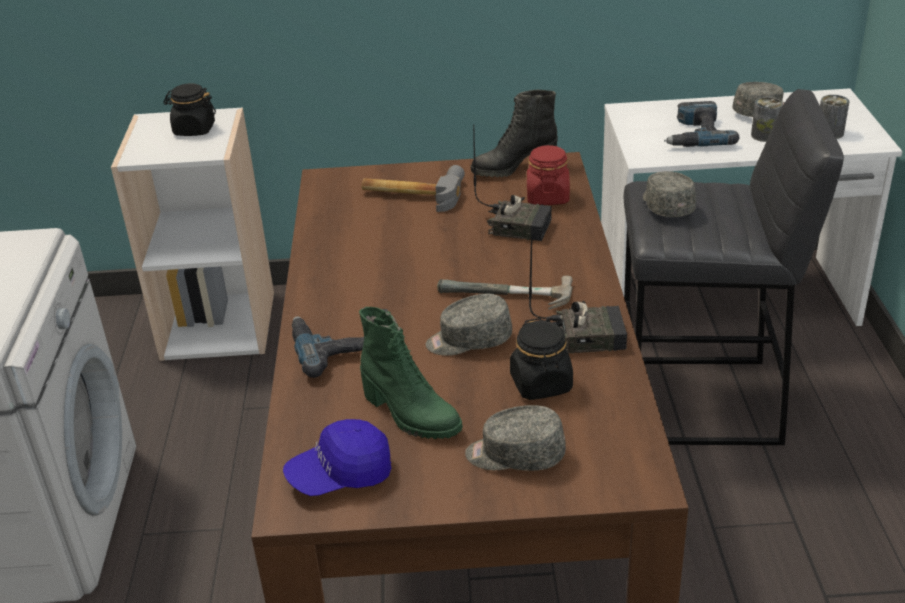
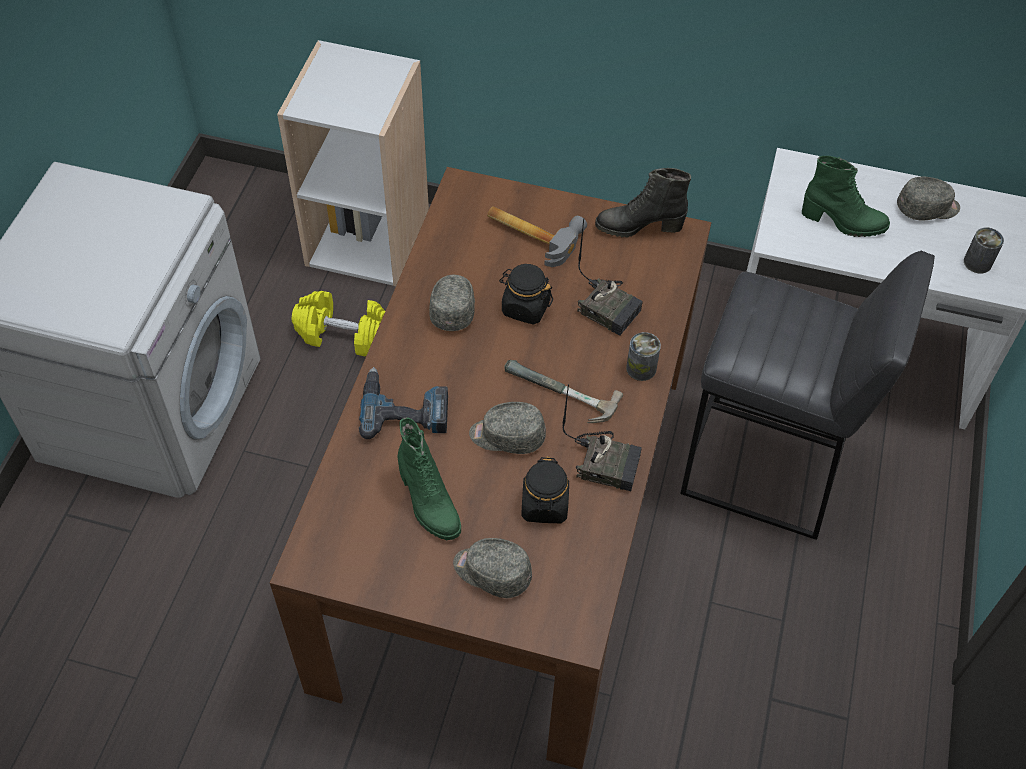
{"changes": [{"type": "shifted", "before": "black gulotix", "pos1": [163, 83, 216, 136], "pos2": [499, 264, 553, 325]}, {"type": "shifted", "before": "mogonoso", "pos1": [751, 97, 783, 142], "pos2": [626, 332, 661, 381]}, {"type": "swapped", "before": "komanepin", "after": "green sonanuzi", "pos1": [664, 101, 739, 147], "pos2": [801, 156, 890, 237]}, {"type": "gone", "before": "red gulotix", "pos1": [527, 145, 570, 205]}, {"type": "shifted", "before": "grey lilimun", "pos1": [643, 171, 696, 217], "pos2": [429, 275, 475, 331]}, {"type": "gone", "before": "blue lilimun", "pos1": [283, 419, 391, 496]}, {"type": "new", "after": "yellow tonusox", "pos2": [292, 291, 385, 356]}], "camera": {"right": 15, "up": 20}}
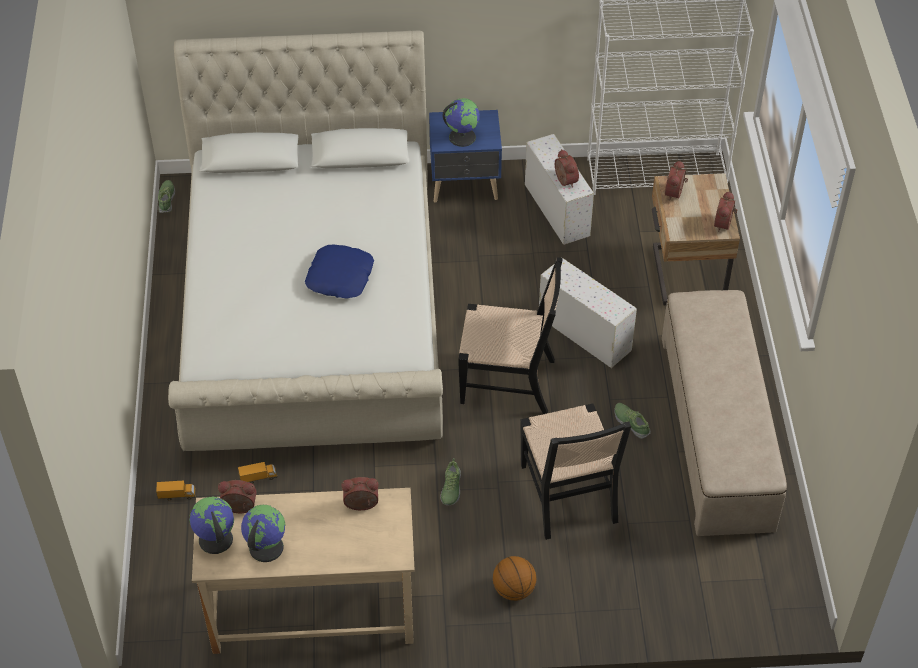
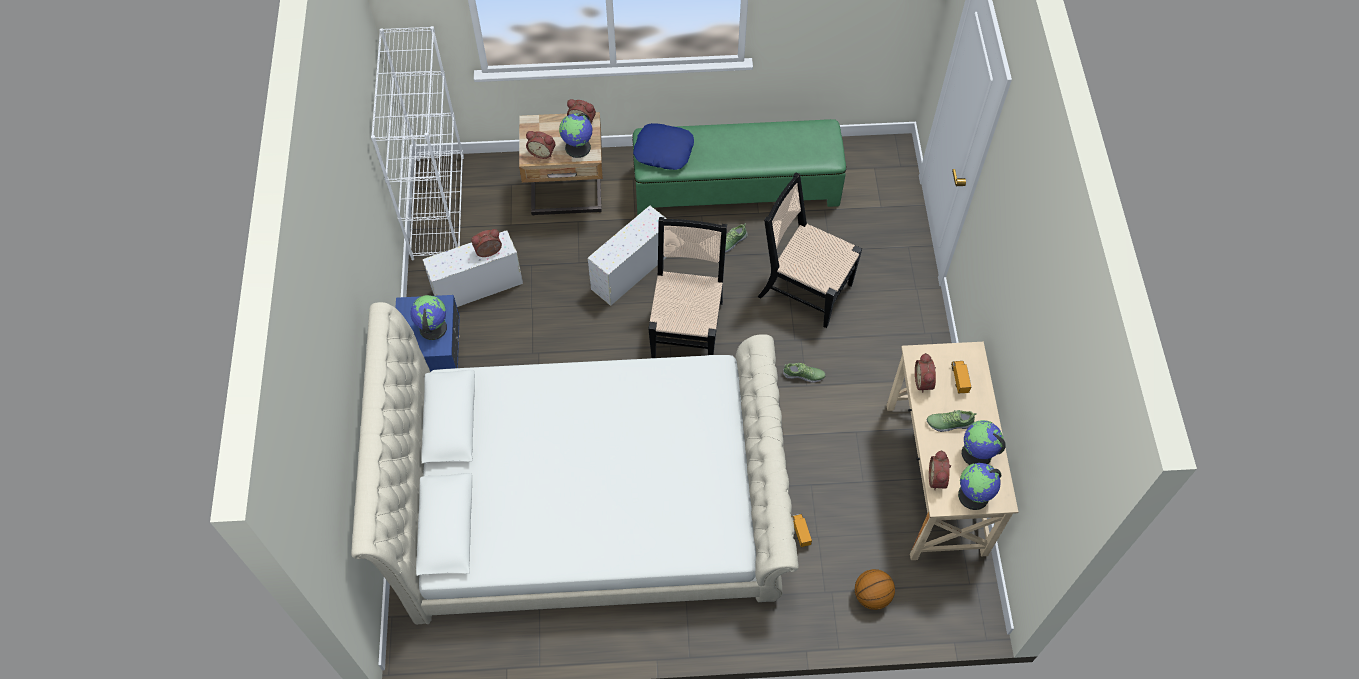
{"changes": [{"type": "shifted", "before": "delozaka", "pos1": [158, 180, 175, 213], "pos2": [927, 410, 977, 432]}, {"type": "shifted", "before": "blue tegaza", "pos1": [305, 245, 374, 299], "pos2": [633, 123, 694, 170]}, {"type": "repainted", "before": "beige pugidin", "after": "green pugidin", "pos1": [662, 290, 787, 536], "pos2": [632, 119, 846, 215]}, {"type": "rotated", "before": "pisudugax", "pos1": [520, 404, 631, 540], "pos2": [758, 172, 862, 328], "turn": -135}, {"type": "shifted", "before": "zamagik", "pos1": [156, 480, 196, 501], "pos2": [951, 361, 971, 394]}, {"type": "shifted", "before": "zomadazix", "pos1": [493, 556, 537, 601], "pos2": [855, 569, 895, 610]}, {"type": "new", "after": "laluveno", "pos2": [559, 113, 592, 158]}], "camera": {"right": -90, "up": 10}}
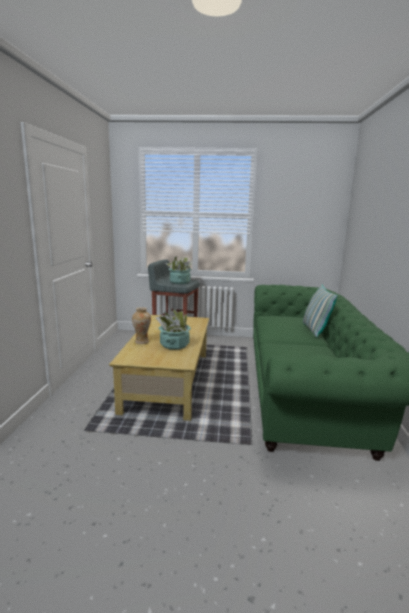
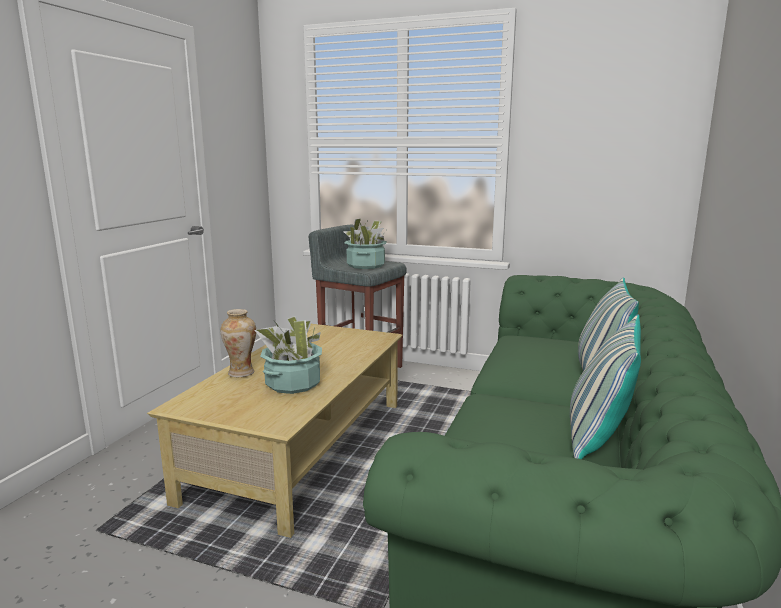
{"changes": [{"type": "new", "after": "tegaza", "pos2": [570, 314, 641, 459]}], "camera": {"right": 15, "up": 0}}
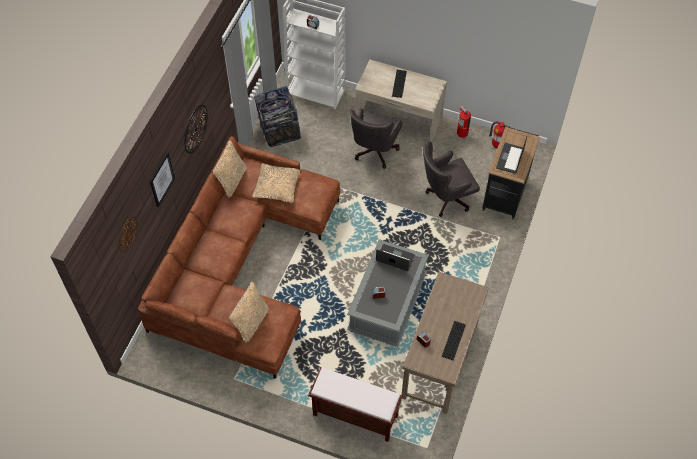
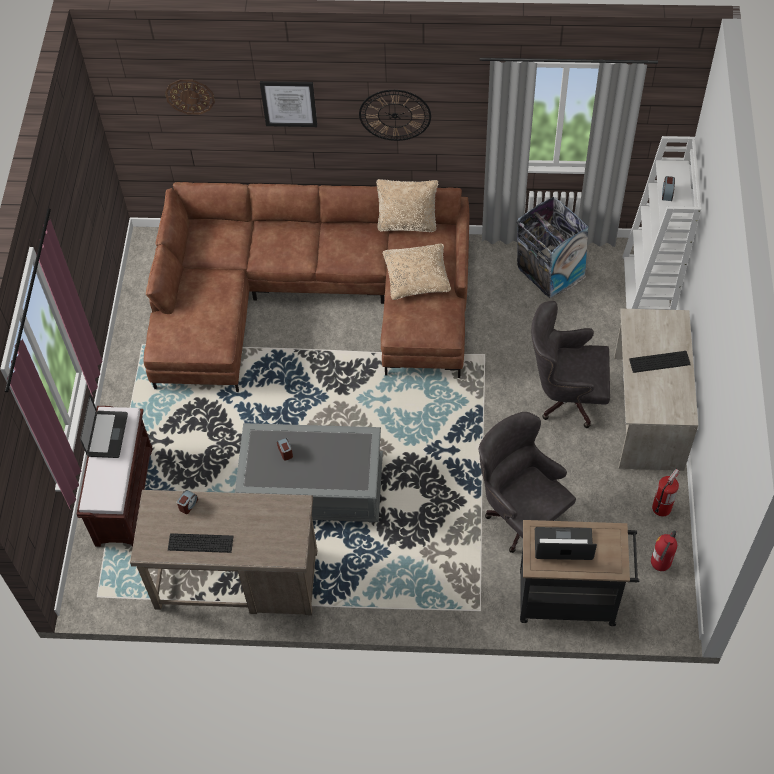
{"changes": [{"type": "shifted", "before": "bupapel", "pos1": [376, 244, 415, 271], "pos2": [80, 394, 128, 458]}, {"type": "gone", "before": "beige tegaza", "pos1": [229, 282, 269, 342]}], "camera": {"right": 75, "up": 0}}
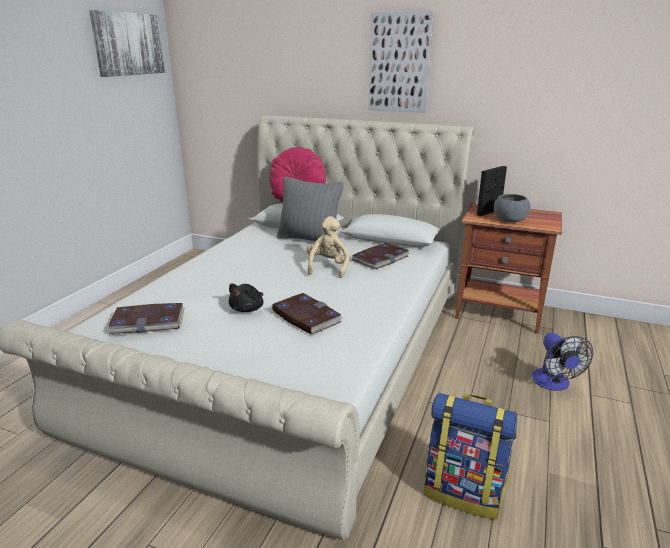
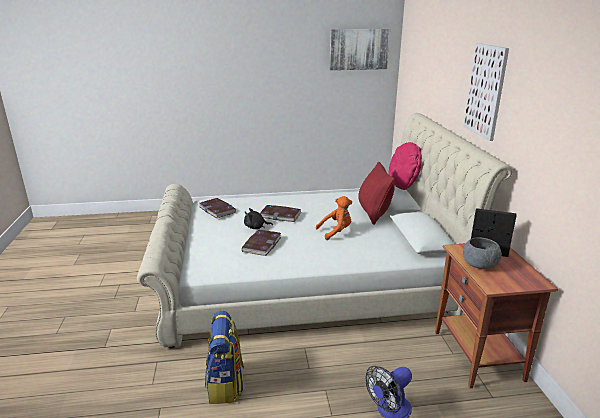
{"changes": [{"type": "repainted", "before": "grey tegaza", "after": "red tegaza", "pos1": [277, 177, 344, 241], "pos2": [358, 162, 395, 225]}, {"type": "repainted", "before": "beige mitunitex", "after": "orange mitunitex", "pos1": [307, 216, 350, 278], "pos2": [316, 196, 352, 240]}, {"type": "shifted", "before": "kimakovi", "pos1": [352, 243, 409, 269], "pos2": [260, 205, 301, 222]}], "camera": {"right": 60, "up": 0}}
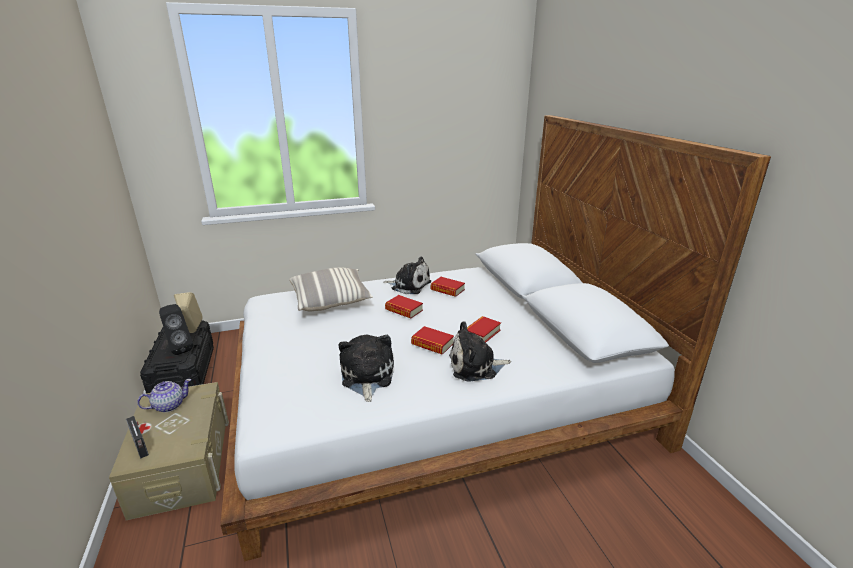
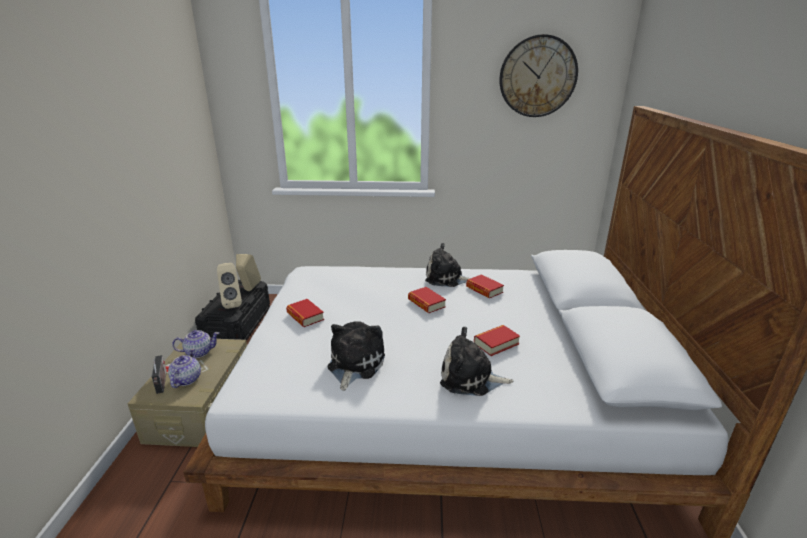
{"changes": [{"type": "rotated", "before": "mitunitex", "pos1": [383, 256, 431, 294], "pos2": [425, 243, 471, 287], "turn": 150}, {"type": "gone", "before": "tegaza", "pos1": [289, 267, 373, 311]}, {"type": "repainted", "before": "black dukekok", "after": "beige dukekok", "pos1": [159, 304, 193, 355], "pos2": [217, 263, 242, 309]}, {"type": "shifted", "before": "kimakovi", "pos1": [411, 326, 454, 355], "pos2": [286, 299, 324, 327]}, {"type": "new", "after": "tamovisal", "pos2": [499, 34, 578, 117]}, {"type": "new", "after": "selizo", "pos2": [168, 348, 201, 388]}], "camera": {"right": 20, "up": 0}}
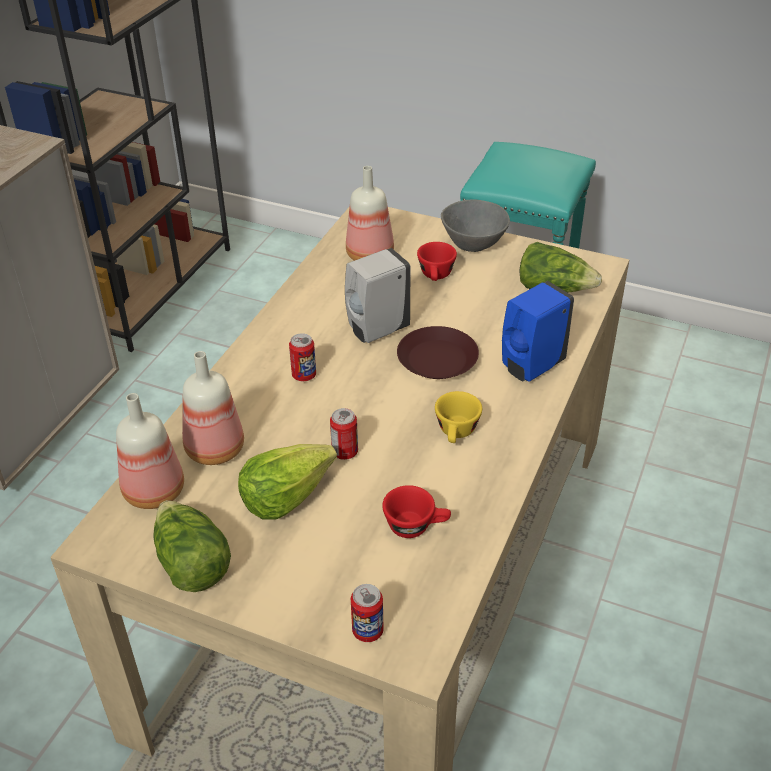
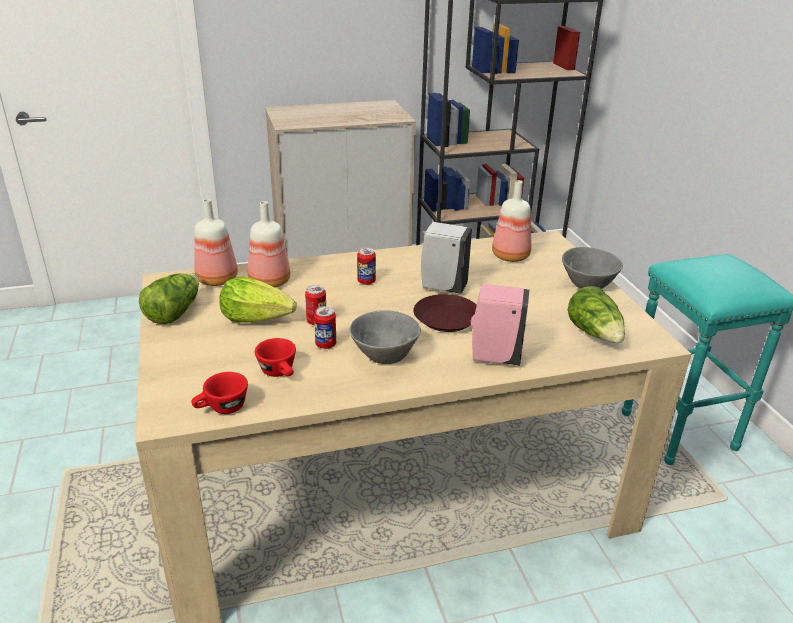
{"changes": [{"type": "shifted", "before": "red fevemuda", "pos1": [417, 242, 457, 281], "pos2": [191, 372, 248, 414]}, {"type": "repainted", "before": "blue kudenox", "after": "pink kudenox", "pos1": [502, 281, 574, 382], "pos2": [470, 284, 529, 365]}, {"type": "swapped", "before": "yellow fevemuda", "after": "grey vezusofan", "pos1": [435, 391, 482, 443], "pos2": [350, 310, 421, 364]}, {"type": "shifted", "before": "mogonoso", "pos1": [351, 584, 384, 642], "pos2": [314, 306, 336, 349]}], "camera": {"right": 50, "up": -10}}
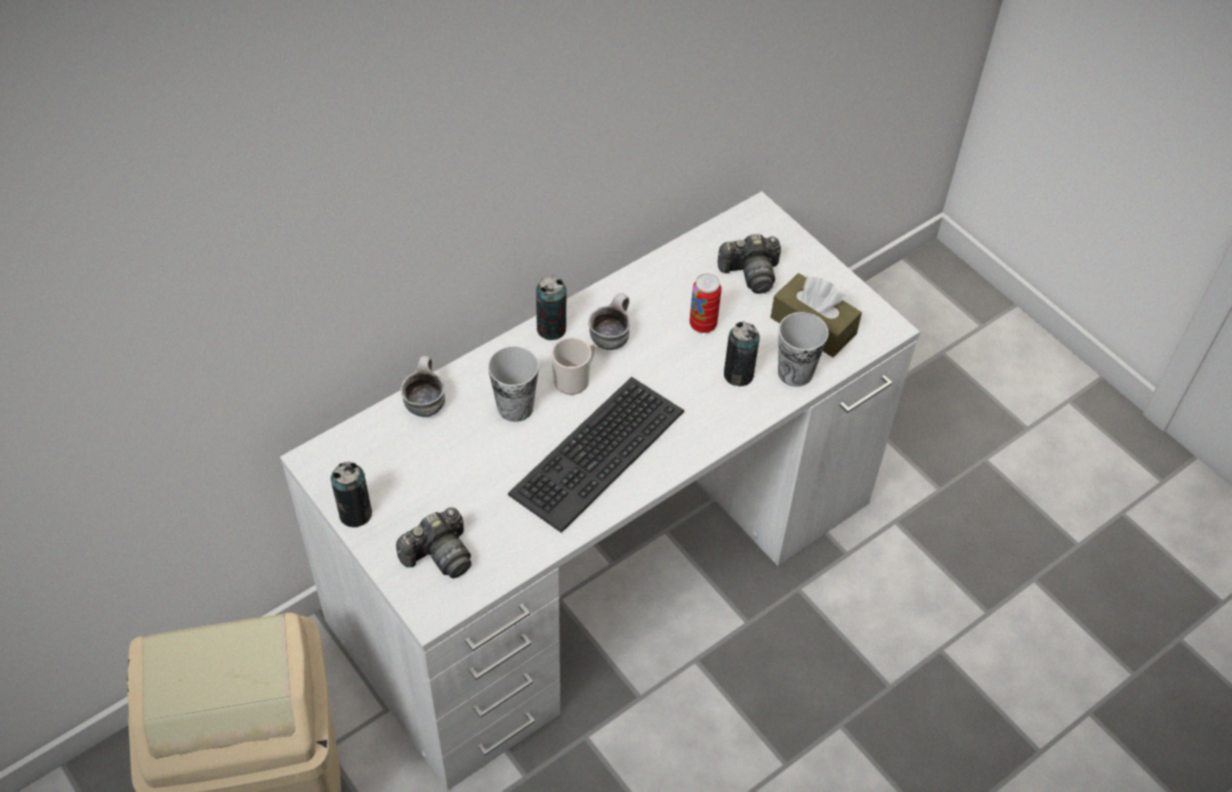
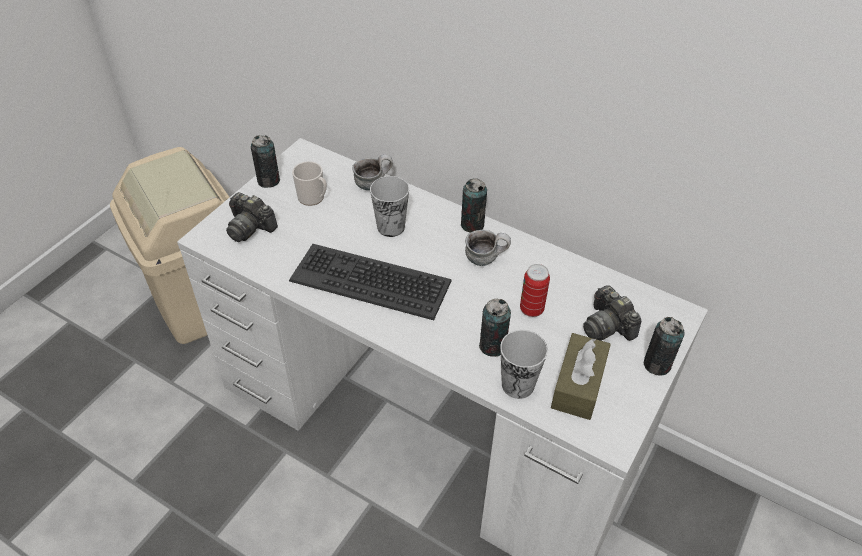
{"changes": [{"type": "shifted", "before": "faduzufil", "pos1": [551, 337, 595, 395], "pos2": [292, 161, 327, 206]}, {"type": "new", "after": "mogonoso", "pos2": [644, 317, 685, 376]}], "camera": {"right": 70, "up": -5}}
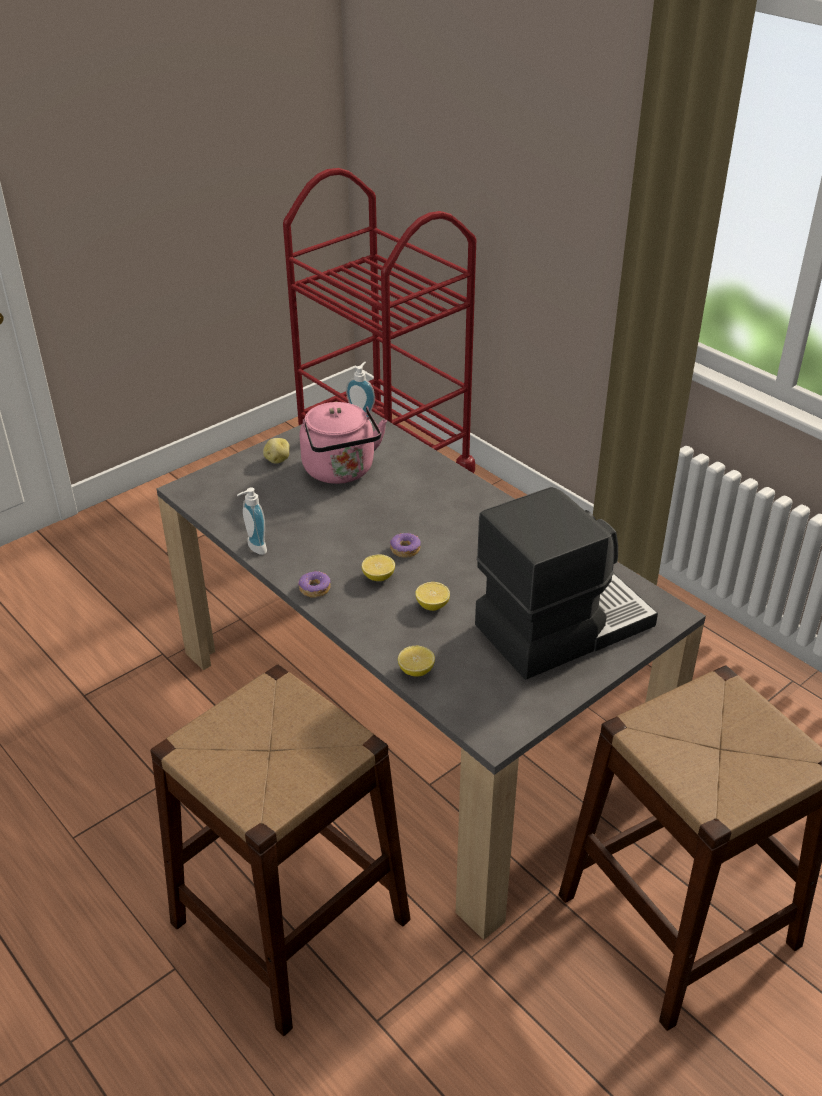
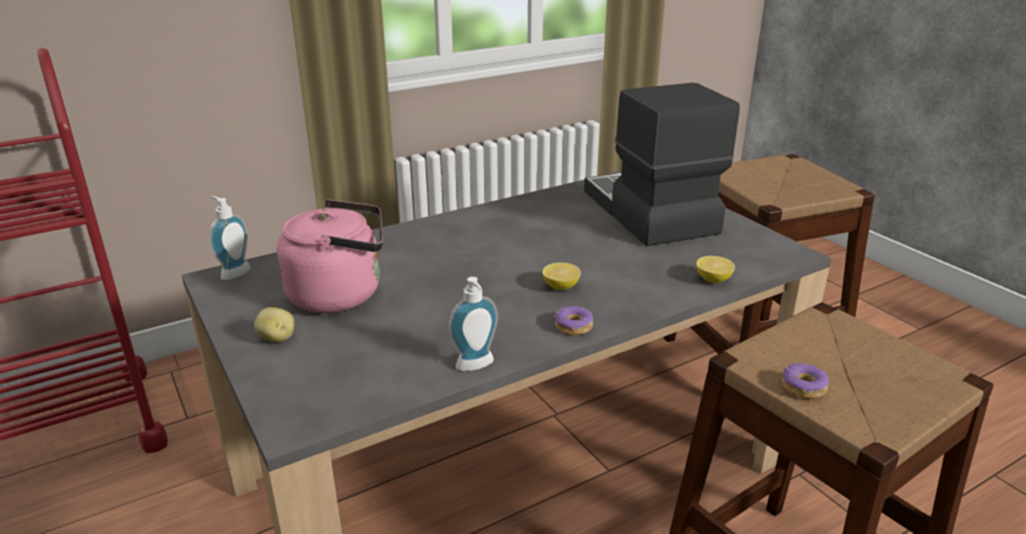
{"changes": [{"type": "shifted", "before": "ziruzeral", "pos1": [390, 532, 421, 558], "pos2": [782, 363, 829, 399]}, {"type": "gone", "before": "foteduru", "pos1": [415, 582, 450, 611]}], "camera": {"right": -80, "up": -10}}
